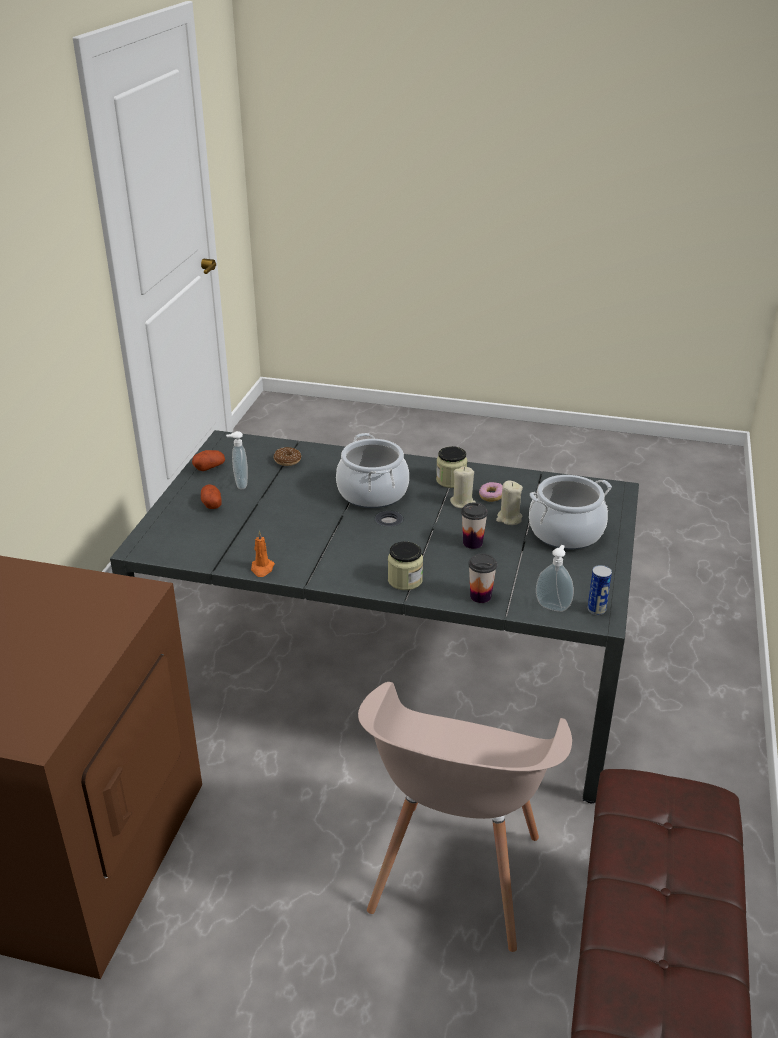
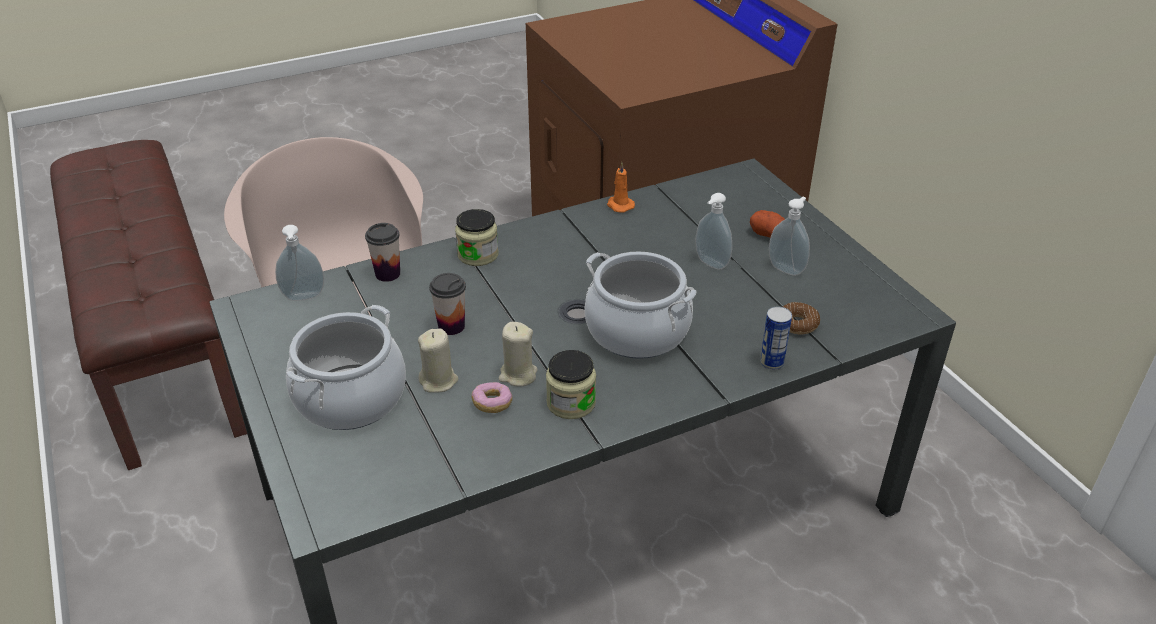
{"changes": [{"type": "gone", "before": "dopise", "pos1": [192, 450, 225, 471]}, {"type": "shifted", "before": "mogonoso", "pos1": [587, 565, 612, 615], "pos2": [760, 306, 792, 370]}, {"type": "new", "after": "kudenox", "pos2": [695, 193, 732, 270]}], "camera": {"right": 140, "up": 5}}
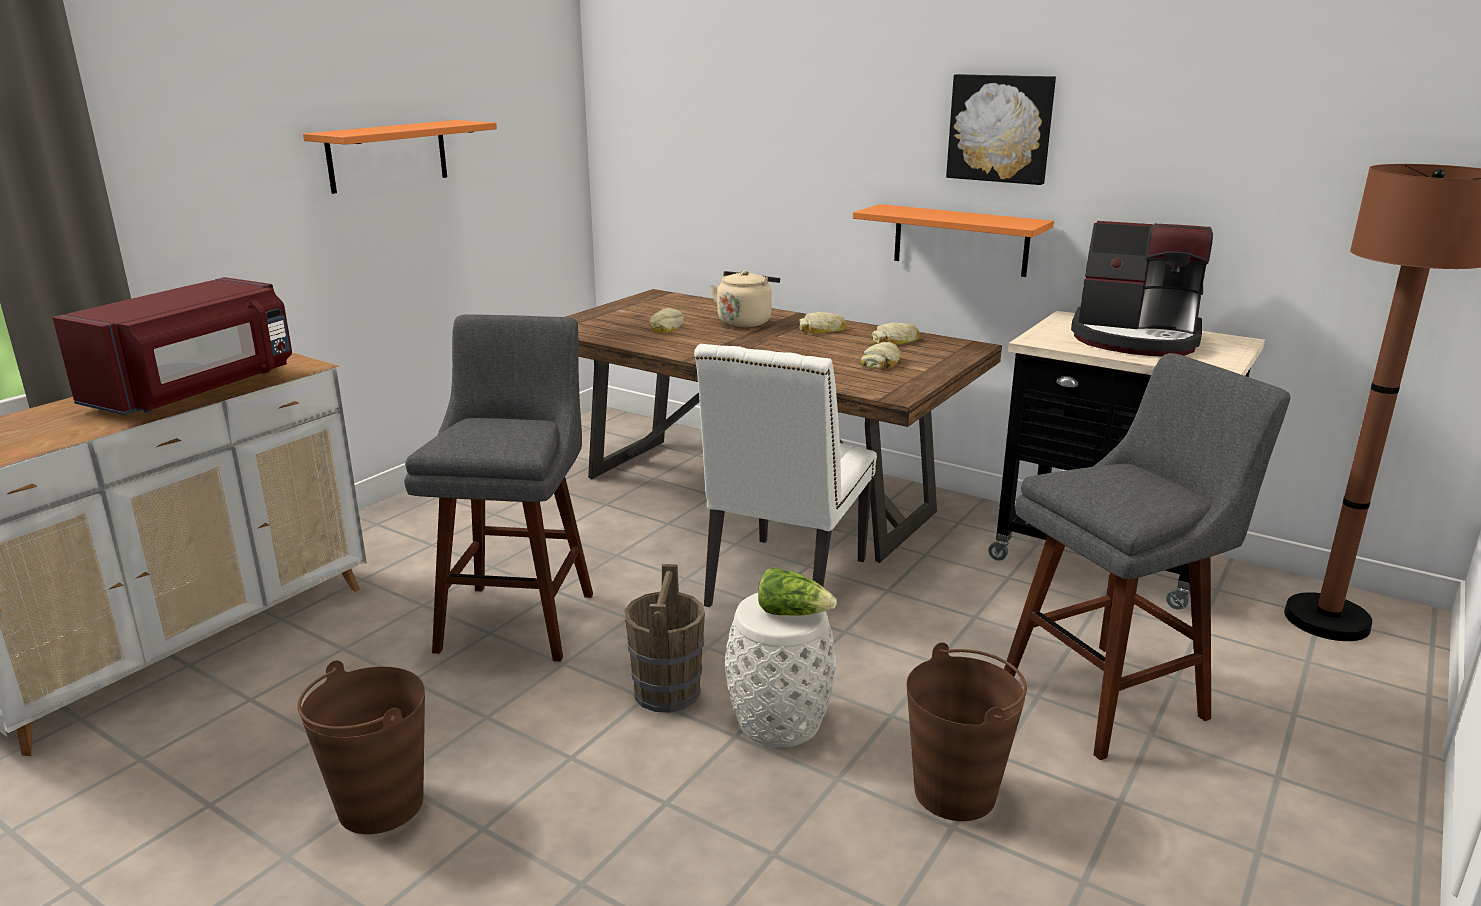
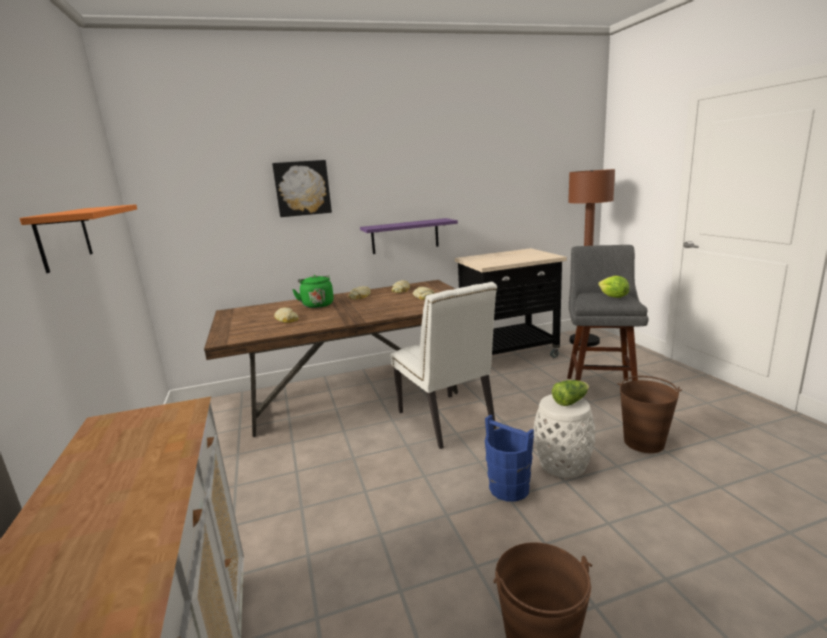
{"changes": [{"type": "shifted", "before": "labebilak", "pos1": [946, 74, 1056, 185], "pos2": [272, 160, 332, 217]}, {"type": "repainted", "before": "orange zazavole", "after": "purple zazavole", "pos1": [853, 204, 1054, 277], "pos2": [360, 218, 458, 254]}, {"type": "gone", "before": "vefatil", "pos1": [1071, 221, 1213, 357]}, {"type": "repainted", "before": "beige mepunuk", "after": "green mepunuk", "pos1": [710, 270, 780, 327], "pos2": [292, 275, 334, 308]}, {"type": "gone", "before": "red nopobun", "pos1": [52, 277, 292, 415]}, {"type": "gone", "before": "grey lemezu", "pos1": [404, 314, 593, 662]}, {"type": "repainted", "before": "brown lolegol", "after": "blue lolegol", "pos1": [624, 564, 705, 713], "pos2": [485, 415, 534, 501]}, {"type": "new", "after": "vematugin", "pos2": [598, 276, 629, 298]}], "camera": {"right": -50, "up": -5}}
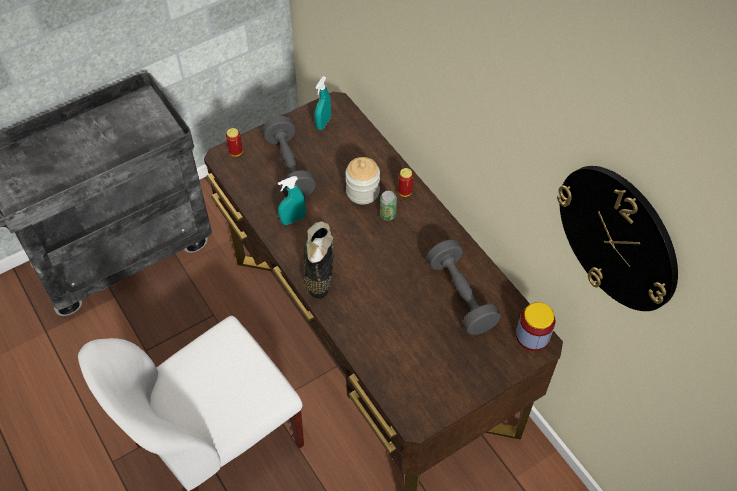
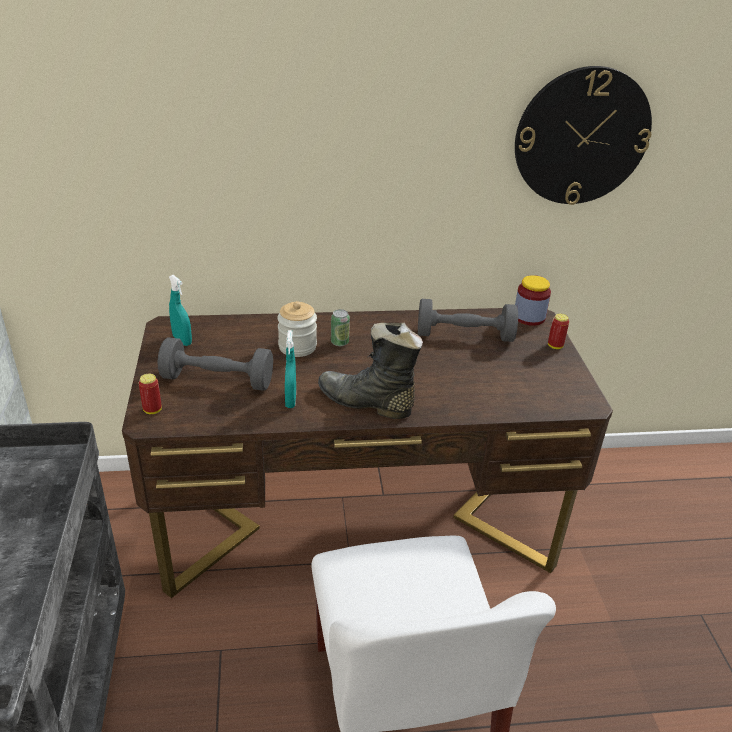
{"changes": [{"type": "shifted", "before": "mogonoso", "pos1": [398, 168, 413, 197], "pos2": [548, 314, 569, 349]}], "camera": {"right": -65, "up": -20}}
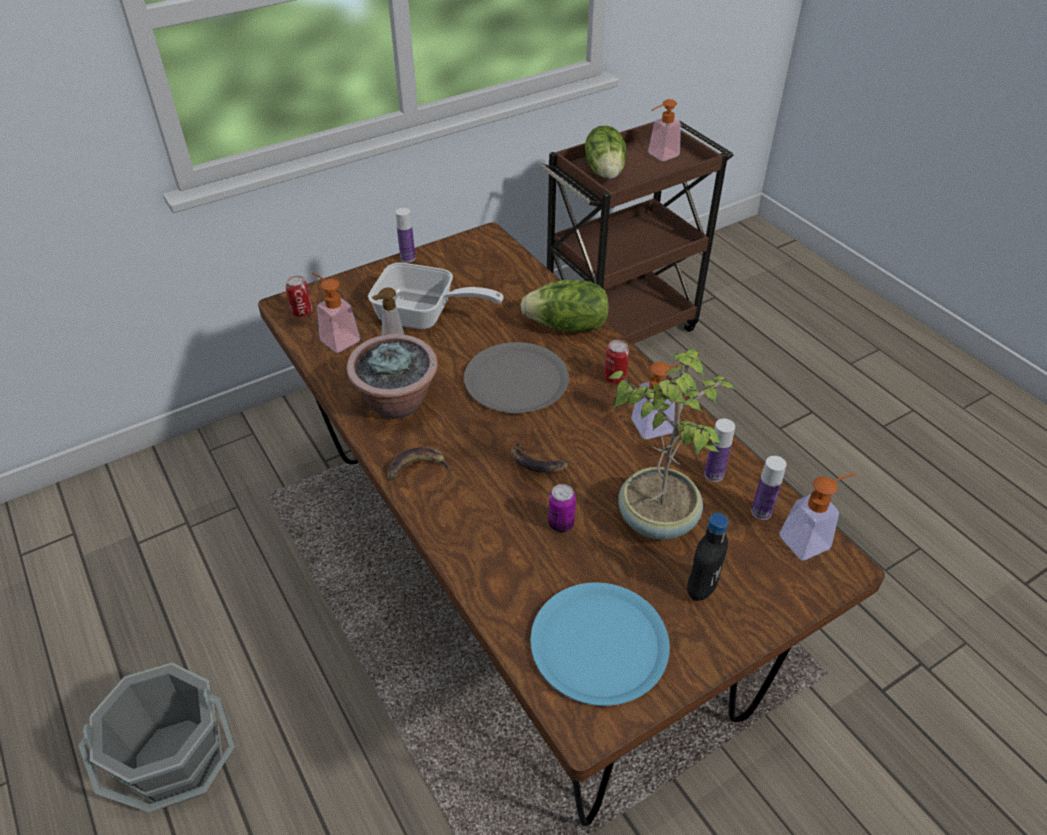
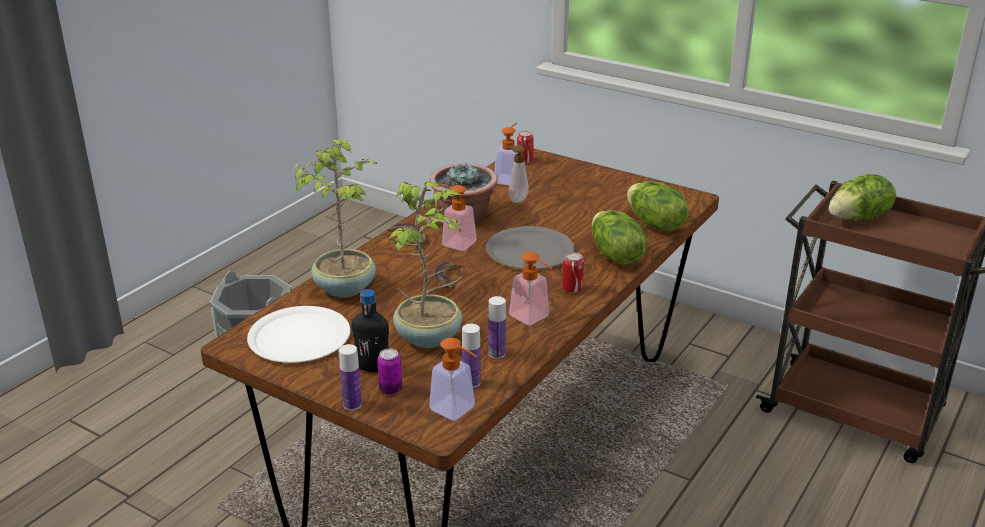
{"changes": [{"type": "shifted", "before": "kudenox", "pos1": [648, 99, 681, 161], "pos2": [438, 184, 476, 251]}, {"type": "shifted", "before": "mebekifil", "pos1": [395, 208, 415, 263], "pos2": [339, 344, 362, 411]}, {"type": "gone", "before": "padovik", "pos1": [368, 262, 504, 329]}, {"type": "shifted", "before": "mogonoso", "pos1": [548, 484, 576, 532], "pos2": [377, 349, 402, 395]}, {"type": "repainted", "before": "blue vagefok", "after": "white vagefok", "pos1": [530, 583, 670, 706], "pos2": [247, 306, 351, 363]}, {"type": "new", "after": "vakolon", "pos2": [292, 140, 378, 298]}, {"type": "new", "after": "vematugin", "pos2": [627, 181, 689, 232]}], "camera": {"right": 65, "up": -15}}
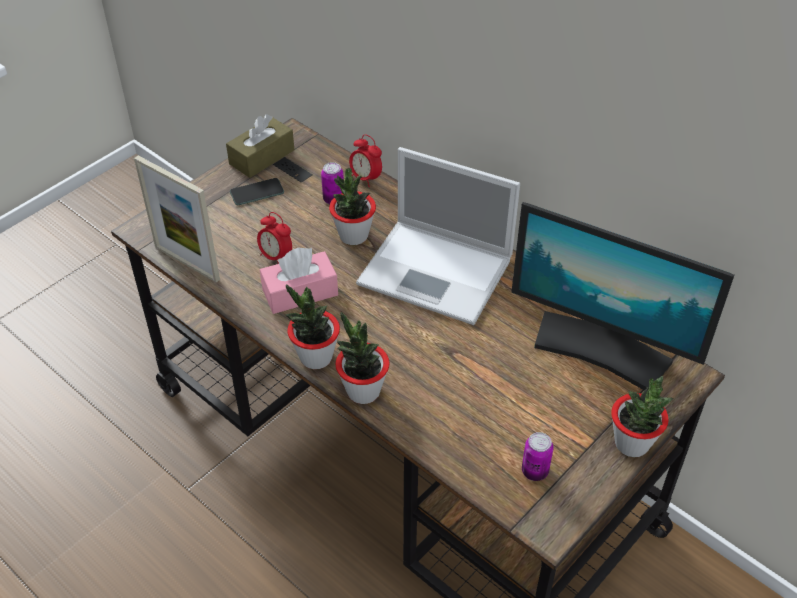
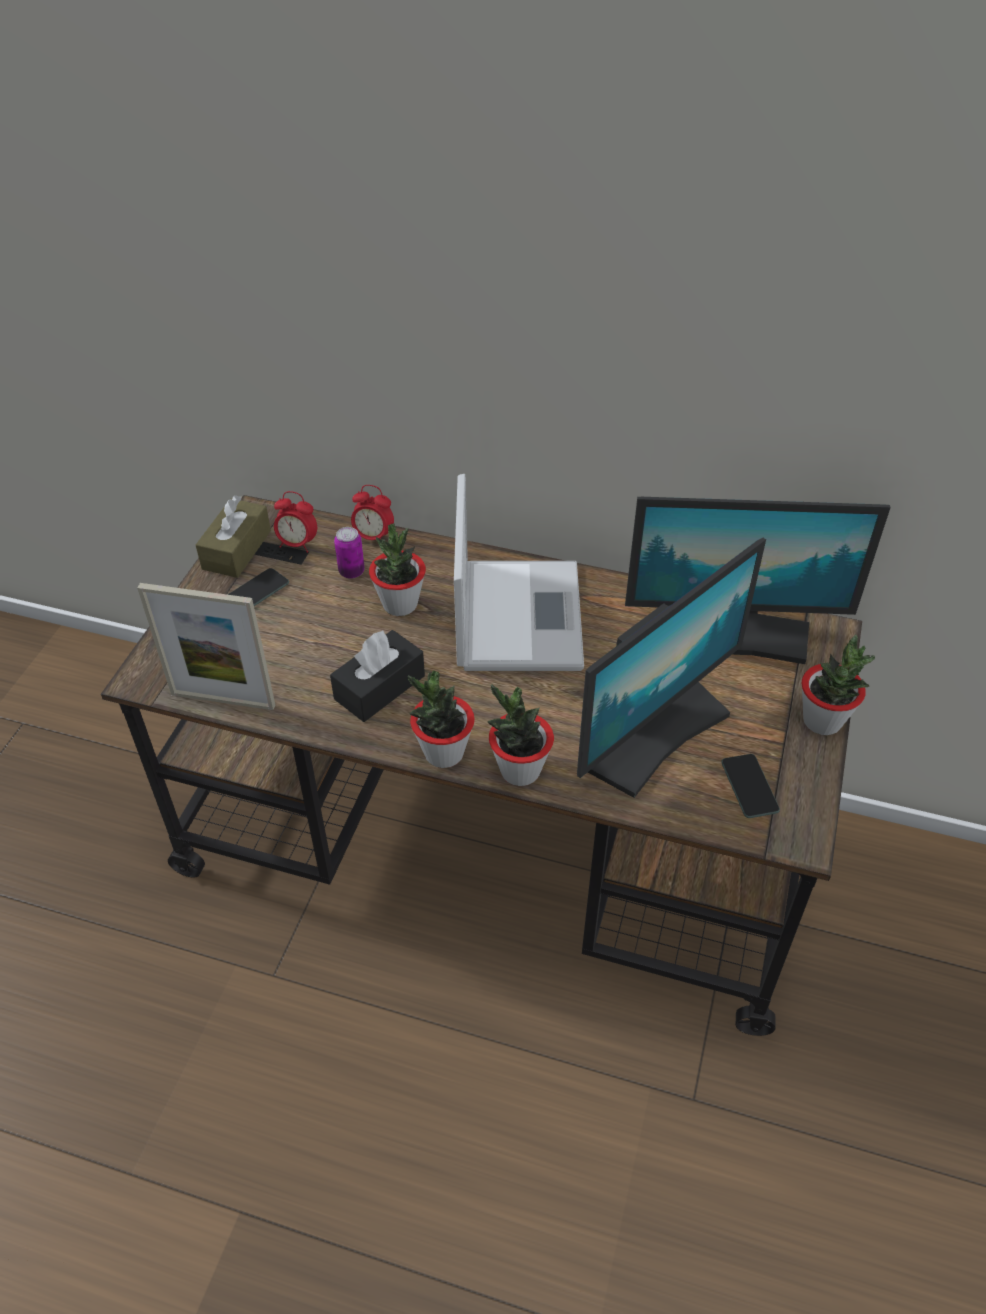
{"changes": [{"type": "rotated", "before": "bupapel", "pos1": [356, 147, 520, 325], "pos2": [454, 474, 584, 671], "turn": -90}, {"type": "shifted", "before": "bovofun", "pos1": [257, 212, 292, 264], "pos2": [274, 491, 317, 553]}, {"type": "repainted", "before": "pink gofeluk", "after": "black gofeluk", "pos1": [260, 248, 338, 314], "pos2": [330, 630, 425, 722]}, {"type": "swapped", "before": "mogonoso", "after": "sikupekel", "pos1": [522, 432, 554, 481], "pos2": [721, 754, 780, 818]}, {"type": "new", "after": "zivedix", "pos2": [577, 538, 766, 798]}], "camera": {"right": -25, "up": 0}}
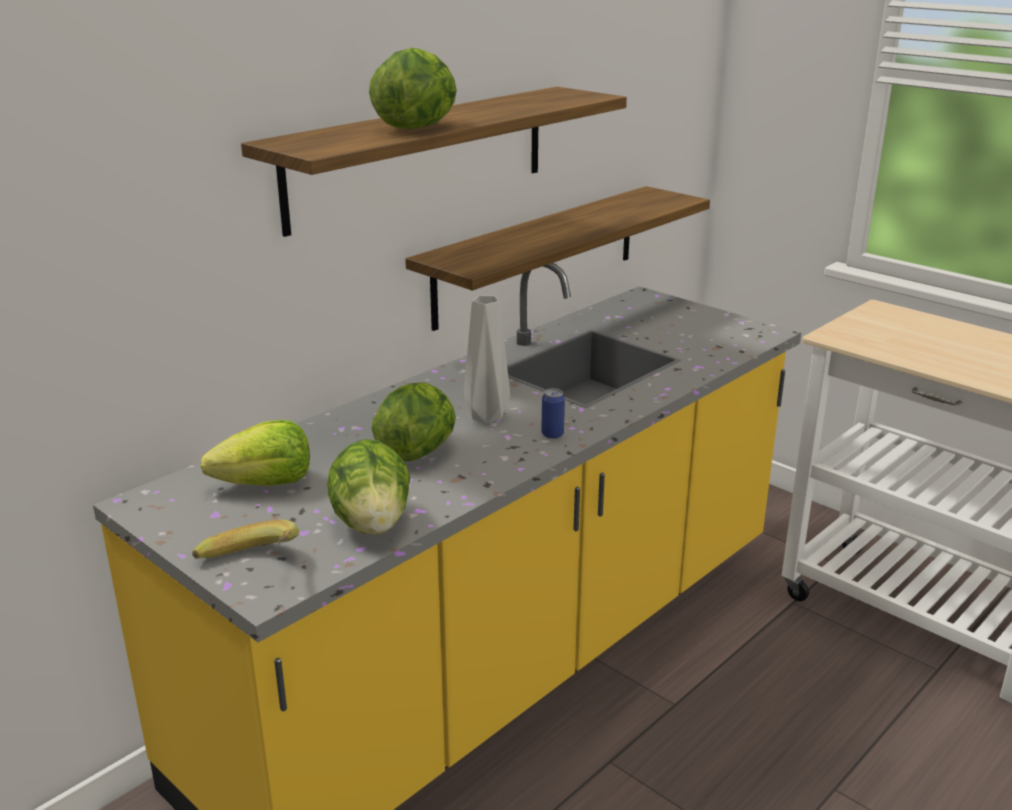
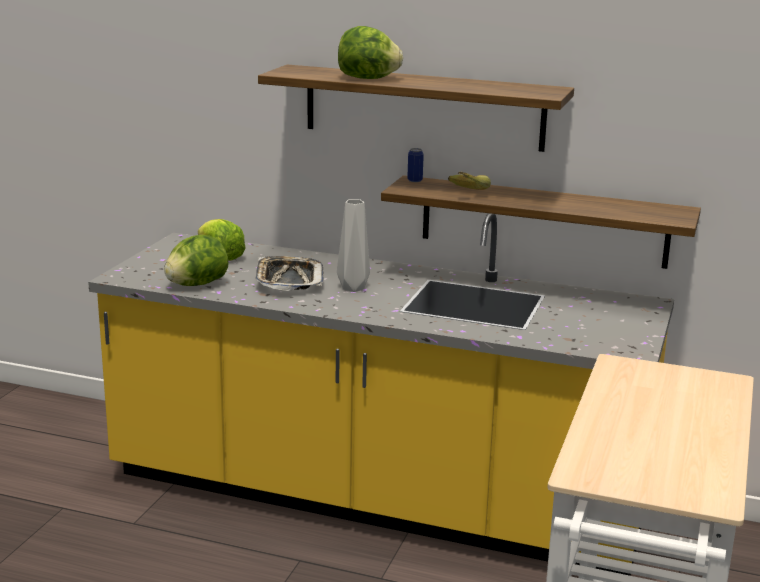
{"changes": [{"type": "swapped", "before": "vematugin", "after": "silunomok", "pos1": [371, 382, 456, 461], "pos2": [256, 256, 324, 291]}, {"type": "shifted", "before": "mogonoso", "pos1": [541, 388, 565, 439], "pos2": [407, 148, 424, 182]}, {"type": "shifted", "before": "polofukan", "pos1": [192, 520, 299, 559], "pos2": [448, 172, 491, 190]}], "camera": {"right": 65, "up": -5}}
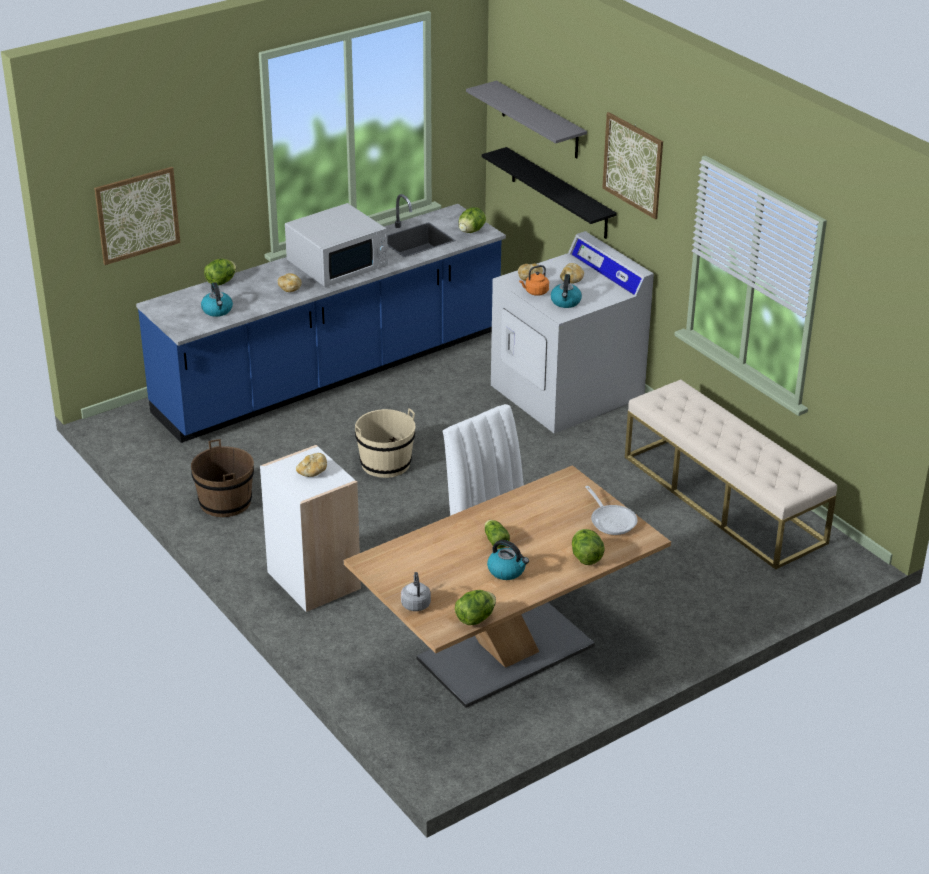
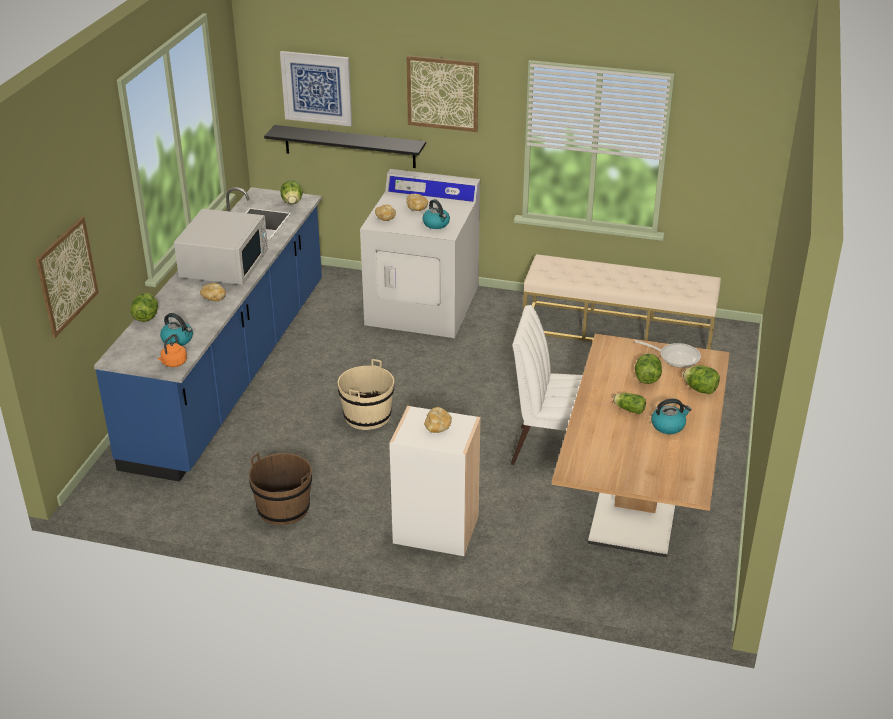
{"changes": [{"type": "swapped", "before": "grey zazavole", "after": "labebilak", "pos1": [466, 81, 587, 159], "pos2": [280, 51, 352, 126]}, {"type": "shifted", "before": "orange mepunuk", "pos1": [519, 265, 549, 296], "pos2": [158, 334, 187, 367]}, {"type": "gone", "before": "grey mepunuk", "pos1": [401, 572, 431, 611]}, {"type": "shifted", "before": "vematugin", "pos1": [455, 590, 496, 625], "pos2": [635, 353, 662, 384]}], "camera": {"right": -40, "up": 0}}
